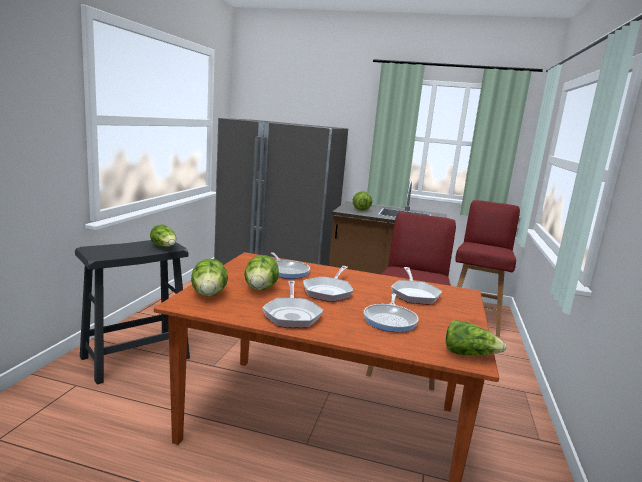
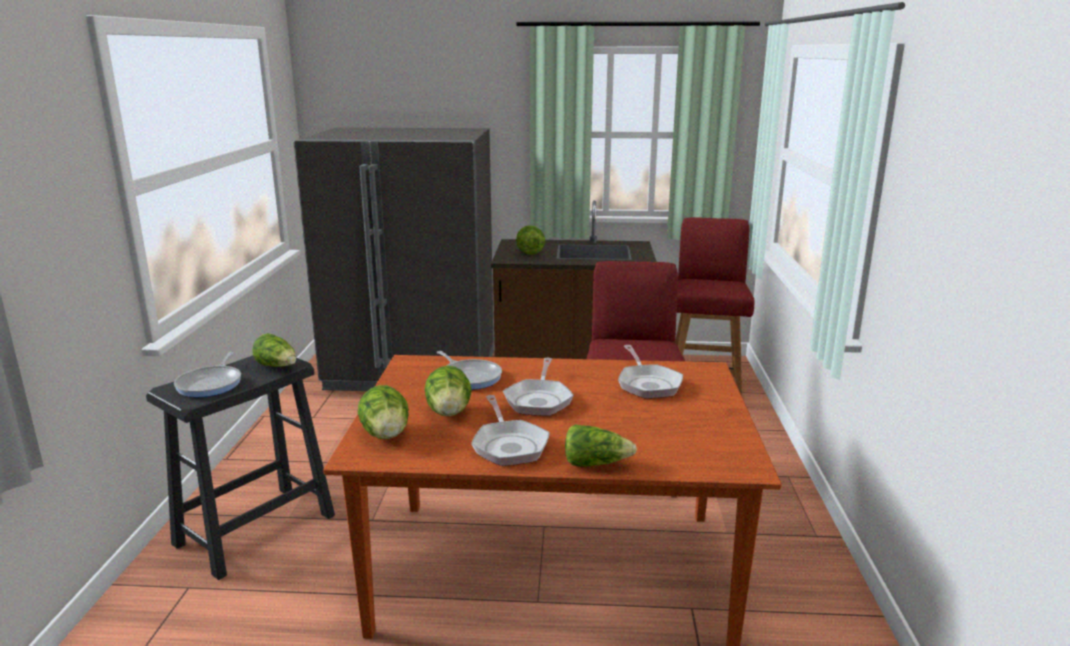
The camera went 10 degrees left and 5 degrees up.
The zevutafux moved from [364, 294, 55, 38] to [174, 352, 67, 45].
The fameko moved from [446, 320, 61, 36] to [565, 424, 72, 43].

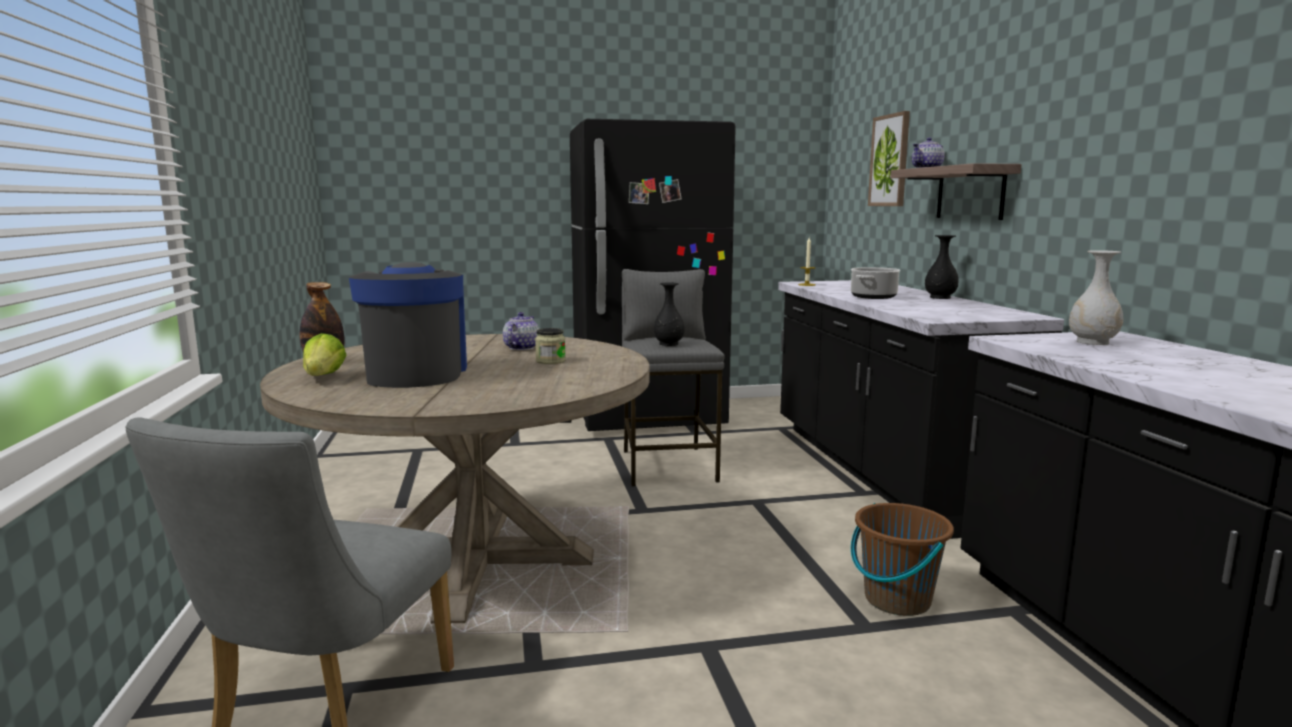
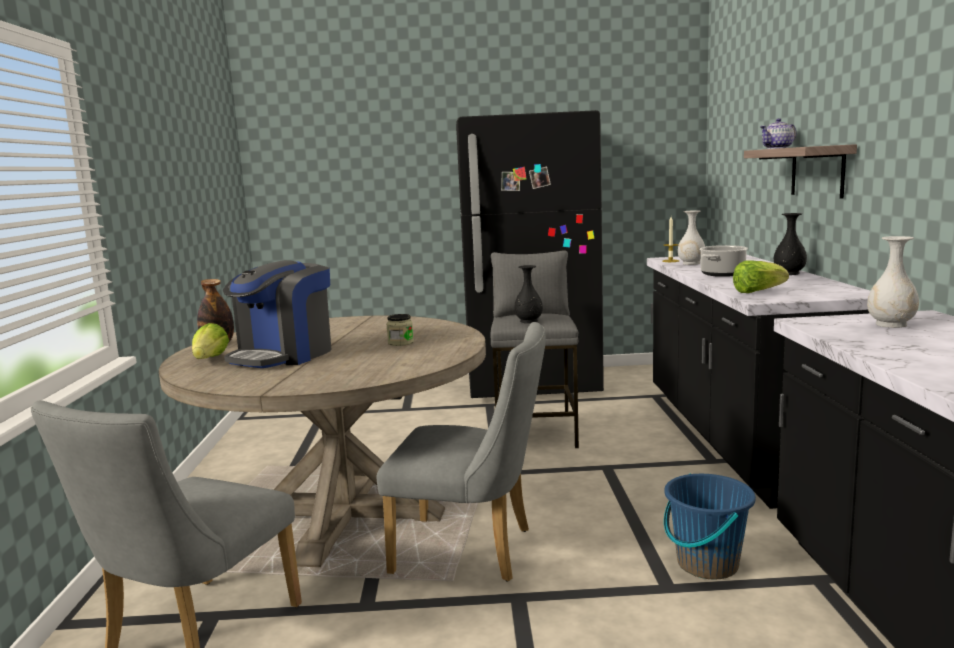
The camera went 10 degrees right and 0 degrees up.
The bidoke at [503, 312, 36, 38] disappeared.
The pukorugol at [868, 111, 42, 95] disappeared.
The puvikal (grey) at [377, 322, 169, 260] appeared.
The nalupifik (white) at [678, 210, 27, 55] appeared.
The fameko at [733, 260, 56, 33] appeared.
The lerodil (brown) at [851, 503, 103, 113] became the lerodil (blue) at [664, 473, 92, 107].
The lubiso at [349, 262, 118, 126] turned 150 degrees counterclockwise.

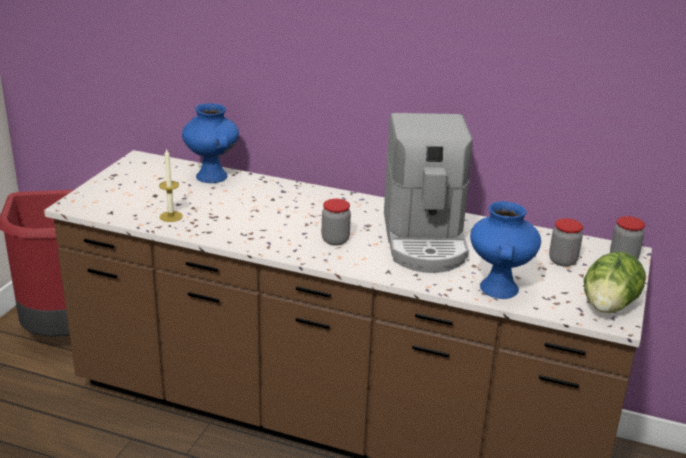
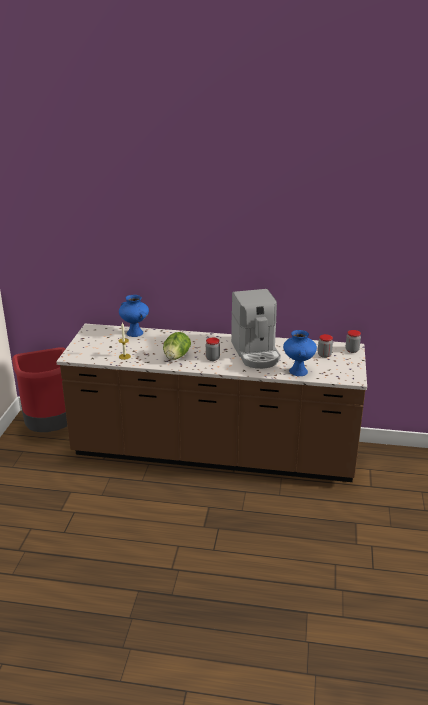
The camera went 10 degrees left and 0 degrees up.
The fameko moved from [584, 251, 62, 62] to [163, 332, 28, 28].

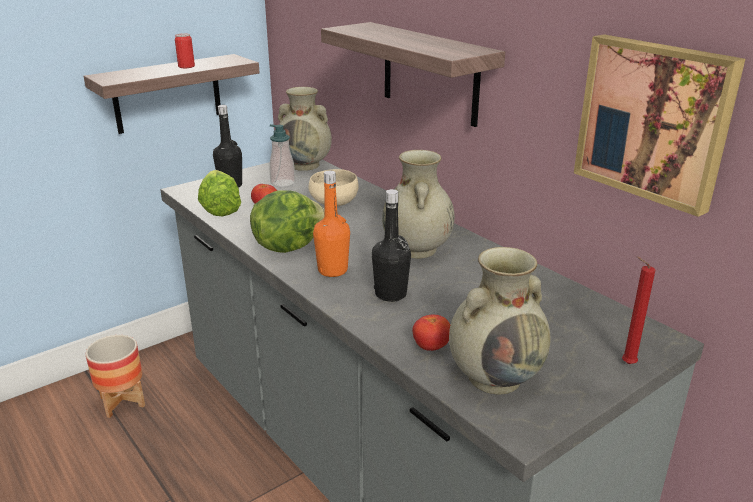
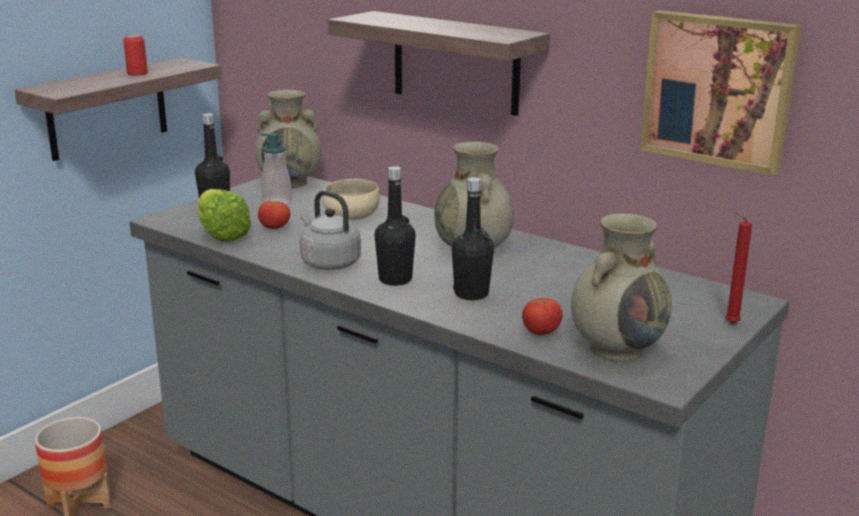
The camera went 15 degrees left and 5 degrees down.
The fameko at [250, 190, 75, 63] was replaced by the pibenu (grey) at [300, 191, 61, 79].
The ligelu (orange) at [313, 171, 37, 106] became the ligelu (black) at [375, 166, 41, 120].

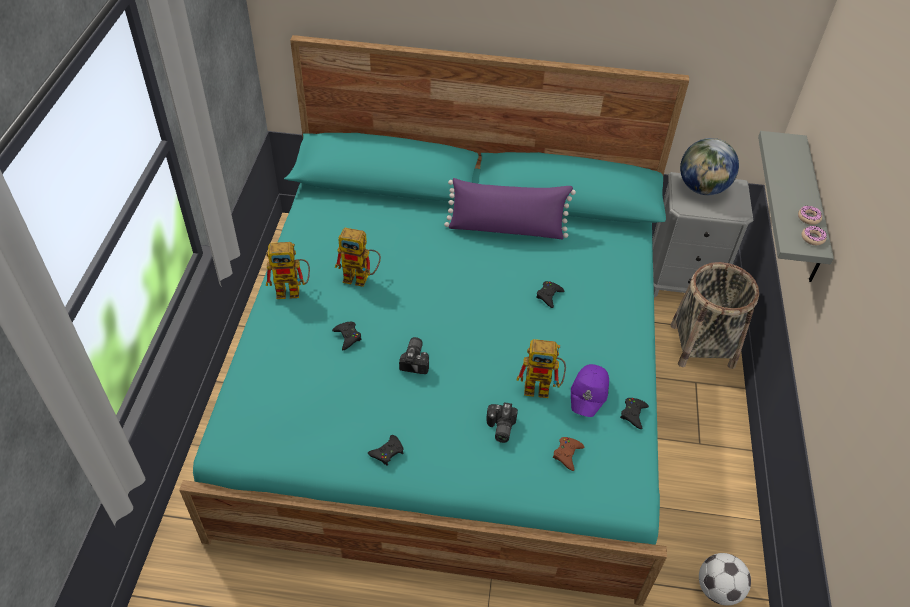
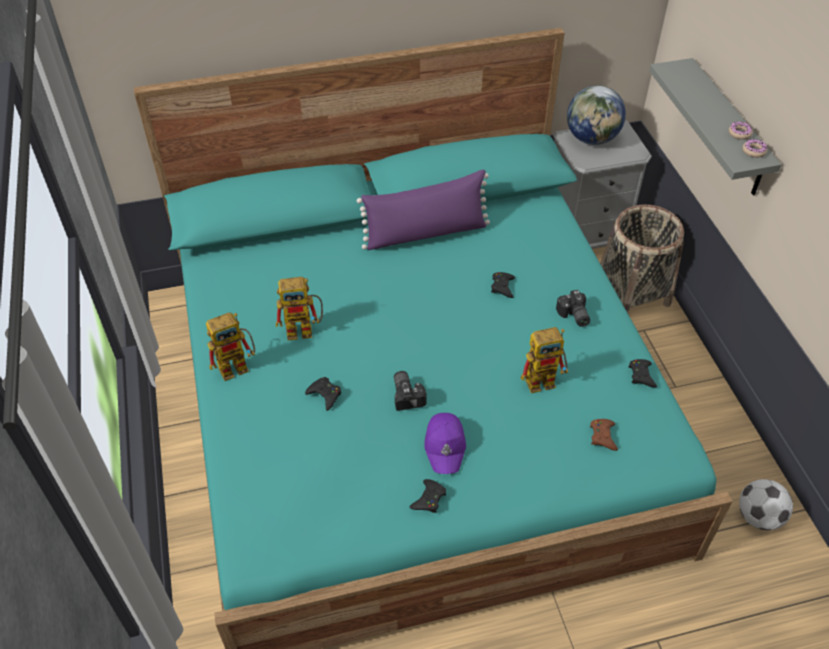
The camera went 20 degrees left and 0 degrees up.
The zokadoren moved from [486, 402, 32, 41] to [556, 290, 34, 37].
The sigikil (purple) moved from [571, 364, 38, 53] to [424, 413, 42, 61].

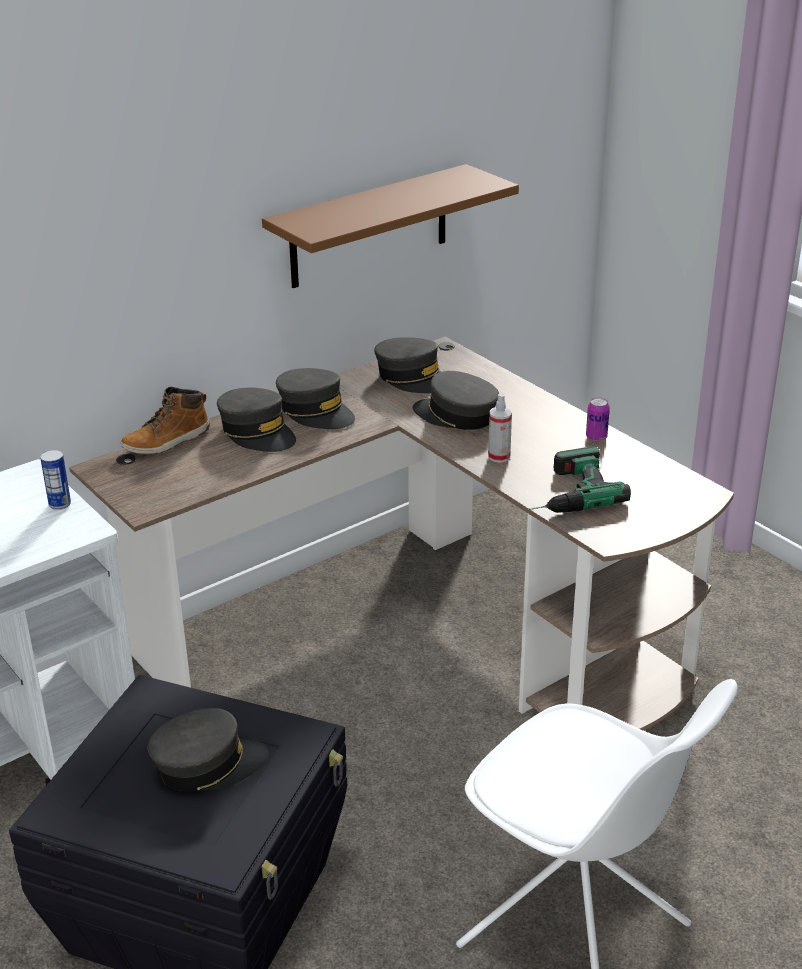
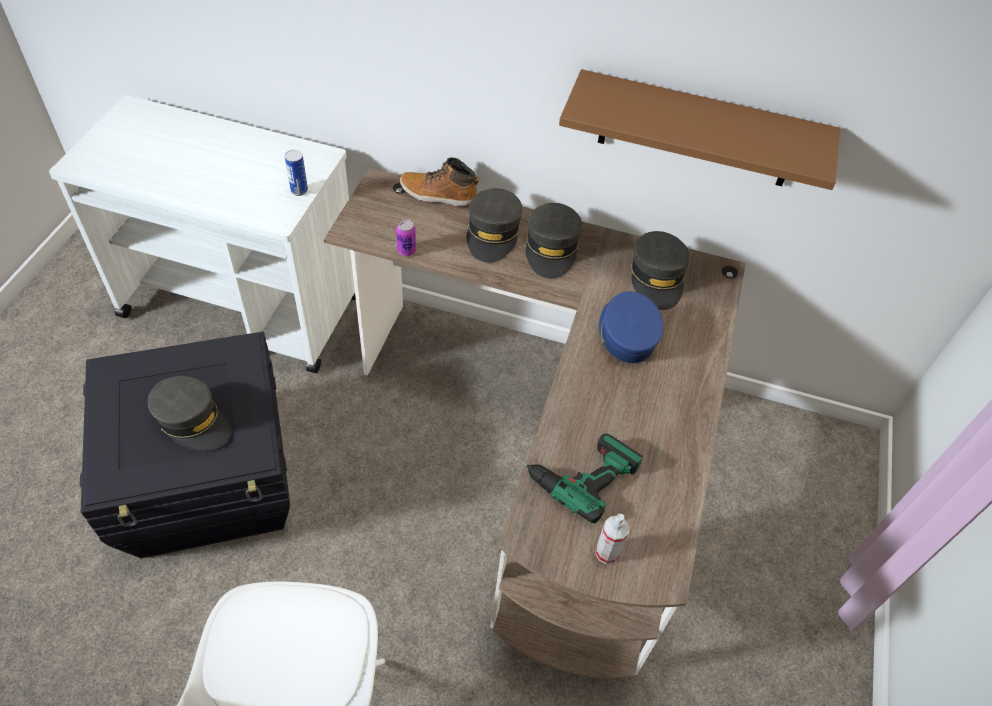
The camera went 50 degrees right and 20 degrees up.
The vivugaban moved from [488, 393, 24, 70] to [595, 514, 34, 50].
The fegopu moved from [586, 397, 24, 44] to [396, 219, 20, 37].
The sigikil (grey) at [413, 371, 86, 59] became the sigikil (blue) at [599, 291, 65, 72].

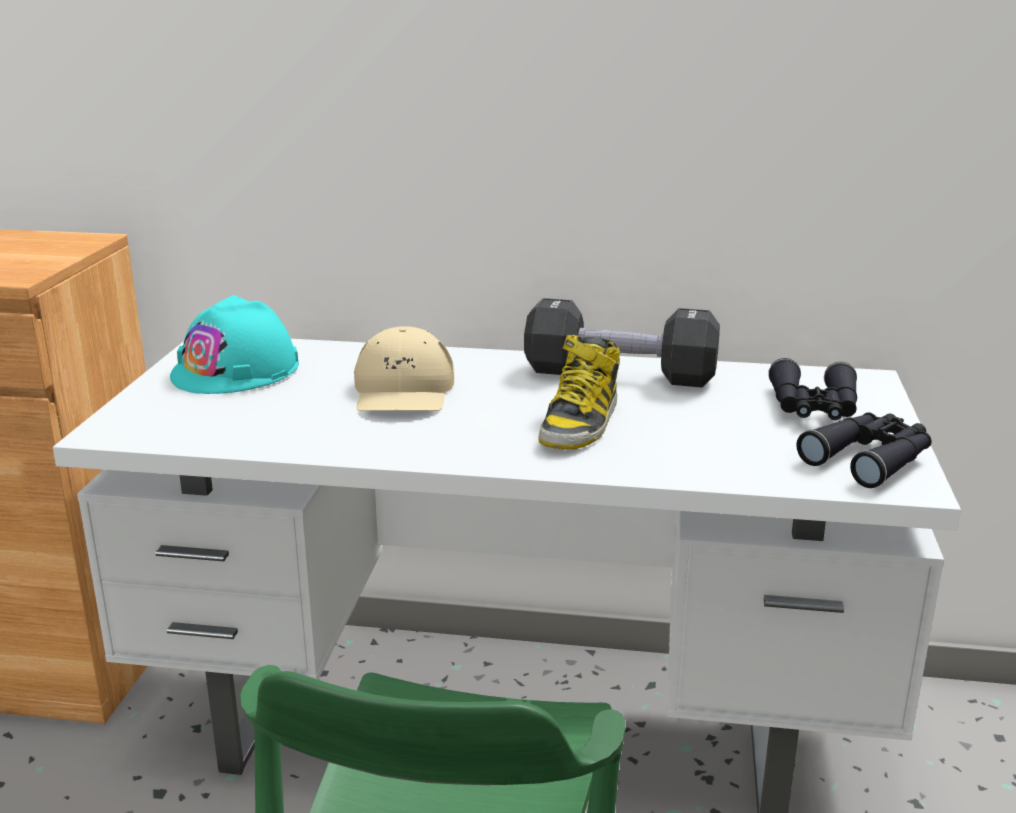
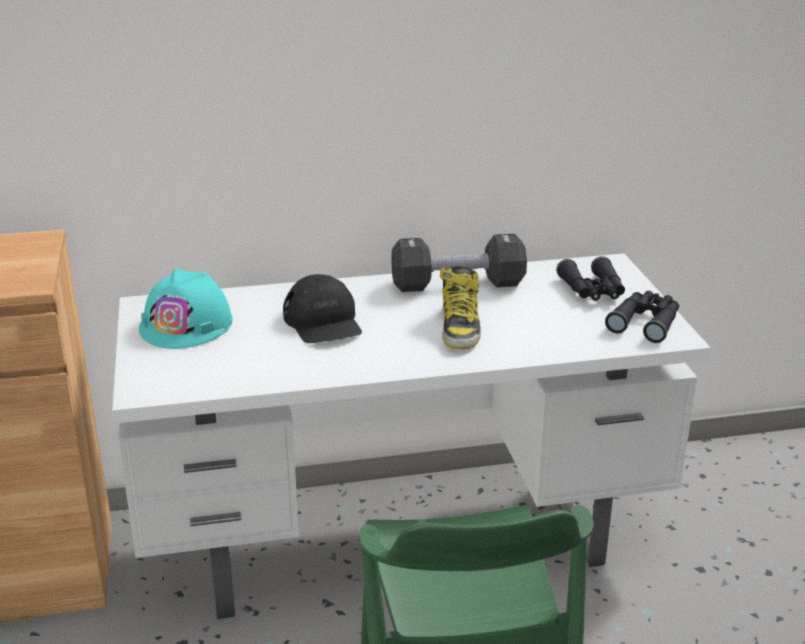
The camera went 20 degrees left and 5 degrees up.
The sigikil (beige) at [354, 326, 100, 85] became the sigikil (black) at [283, 274, 79, 69].

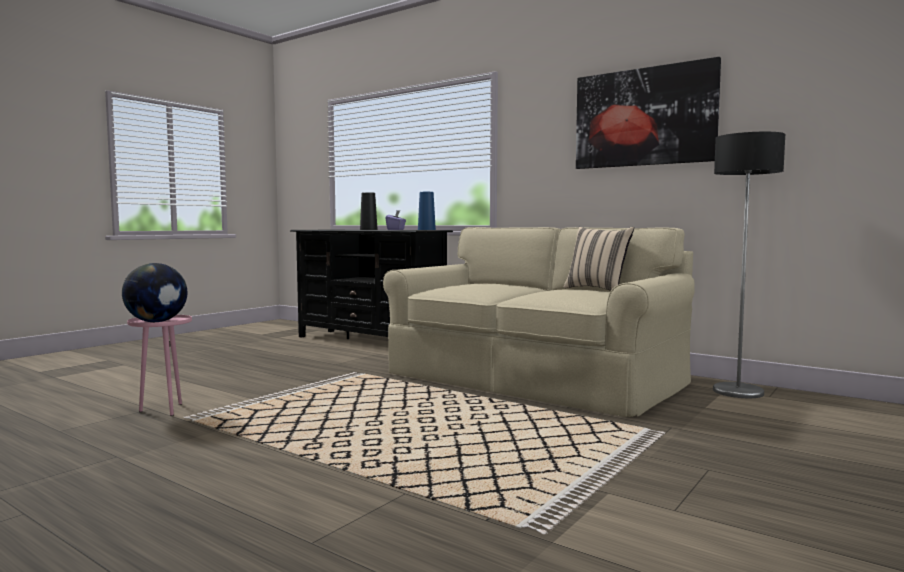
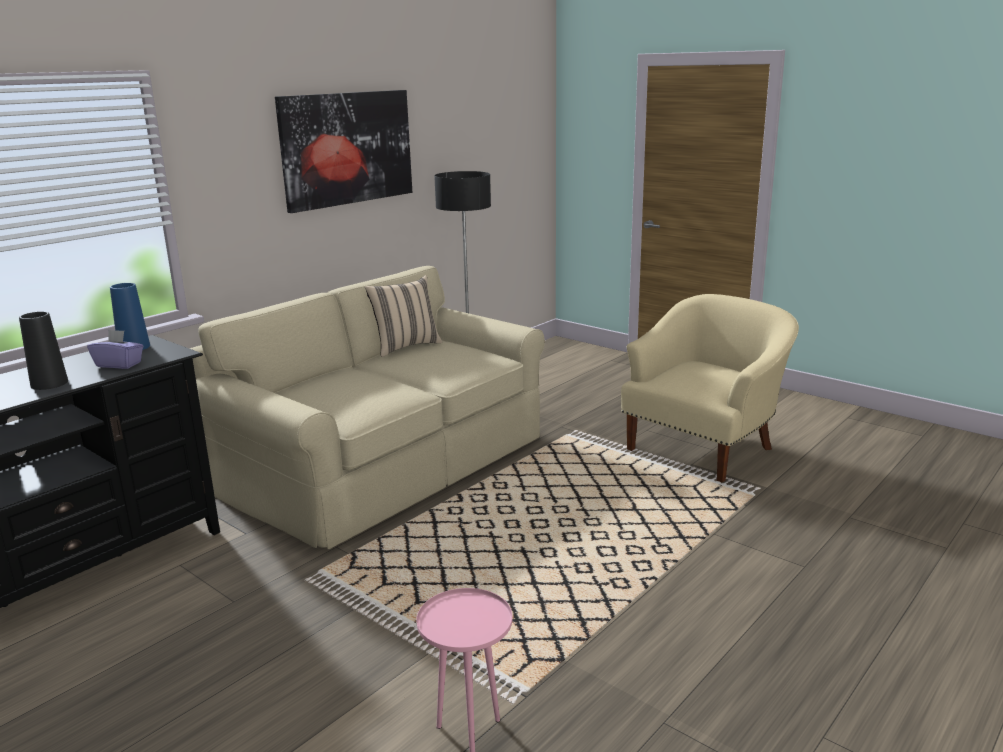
The camera went 85 degrees left and 15 degrees up.
The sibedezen at [122, 263, 65, 59] disappeared.
The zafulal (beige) at [621, 294, 178, 188] appeared.

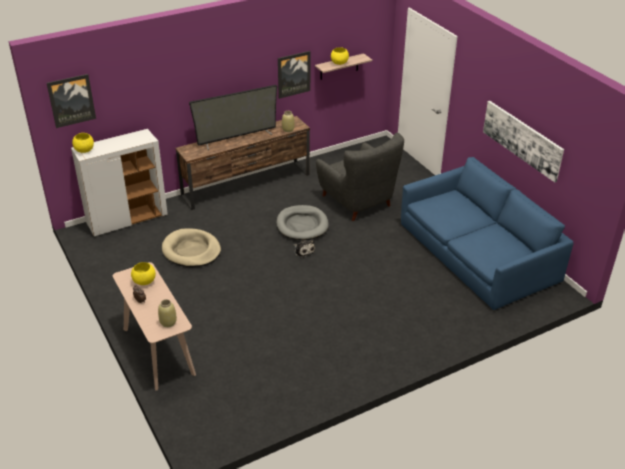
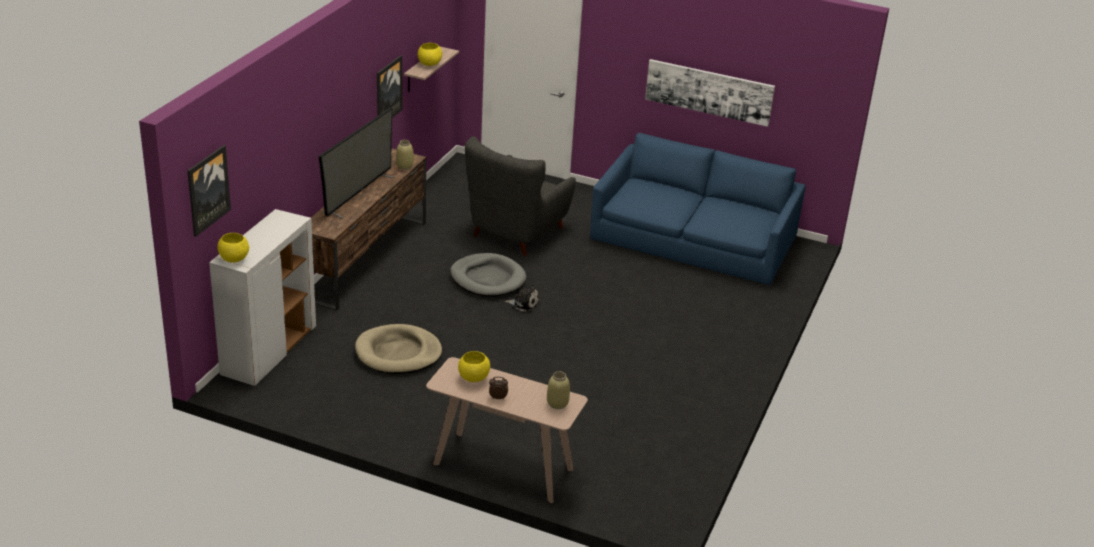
The camera went 40 degrees left and 5 degrees down.
The zafulal (grey) at [316, 133, 88, 88] turned 105 degrees clockwise.

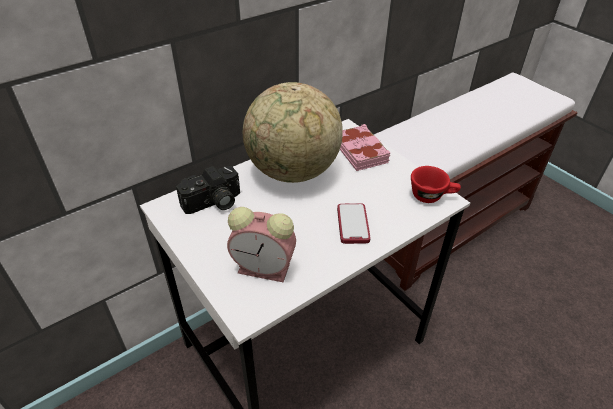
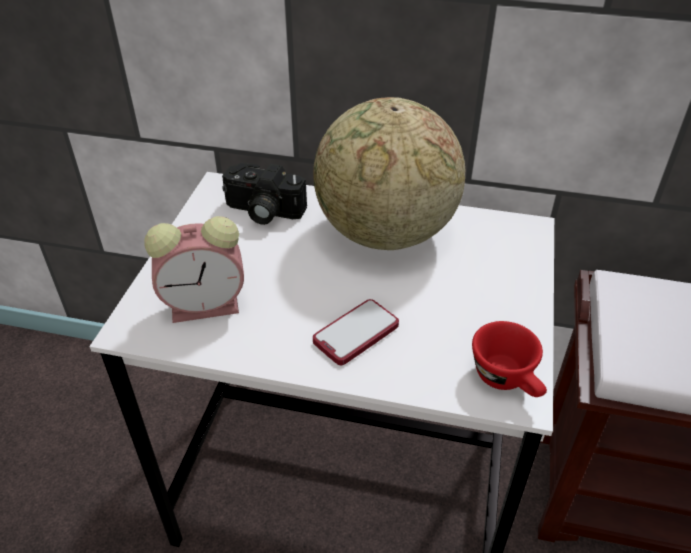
The camera went 50 degrees right and 0 degrees up.
The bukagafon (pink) at [340, 124, 50, 47] disappeared.
The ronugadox at [227, 207, 69, 75] turned 75 degrees counterclockwise.

